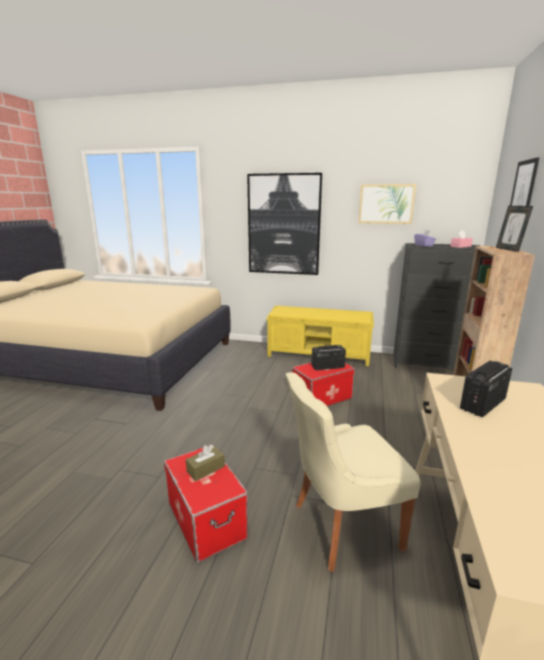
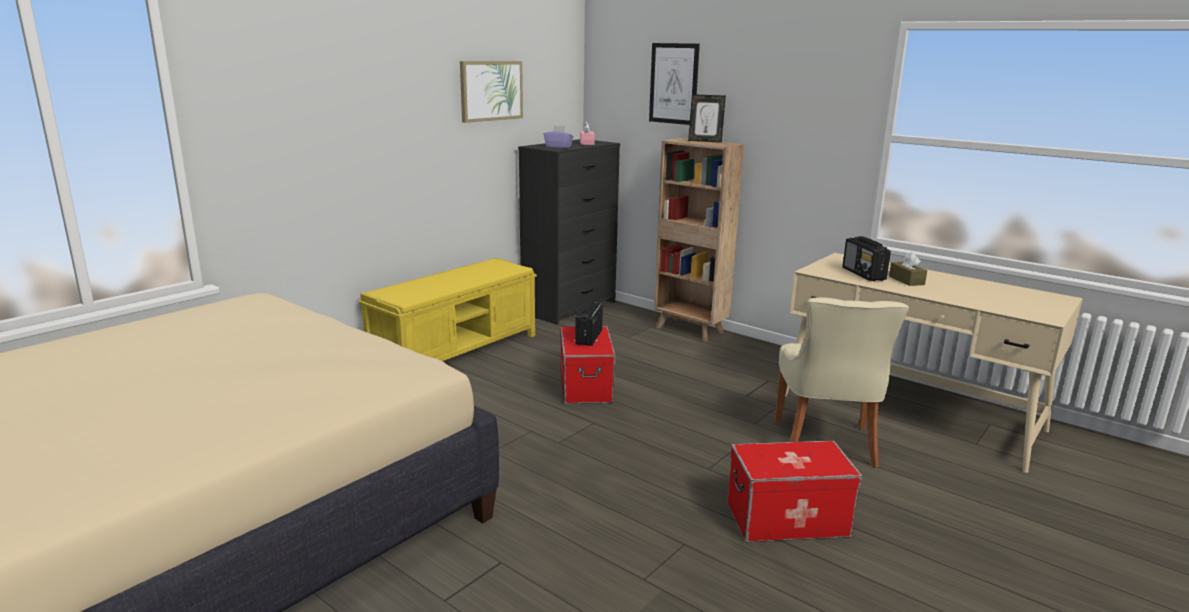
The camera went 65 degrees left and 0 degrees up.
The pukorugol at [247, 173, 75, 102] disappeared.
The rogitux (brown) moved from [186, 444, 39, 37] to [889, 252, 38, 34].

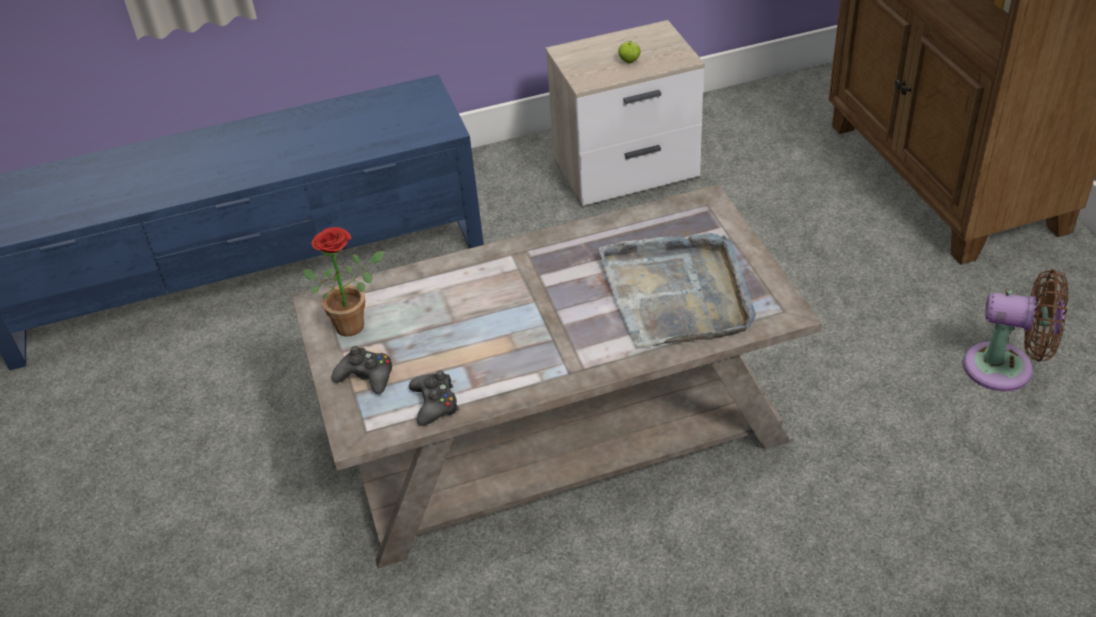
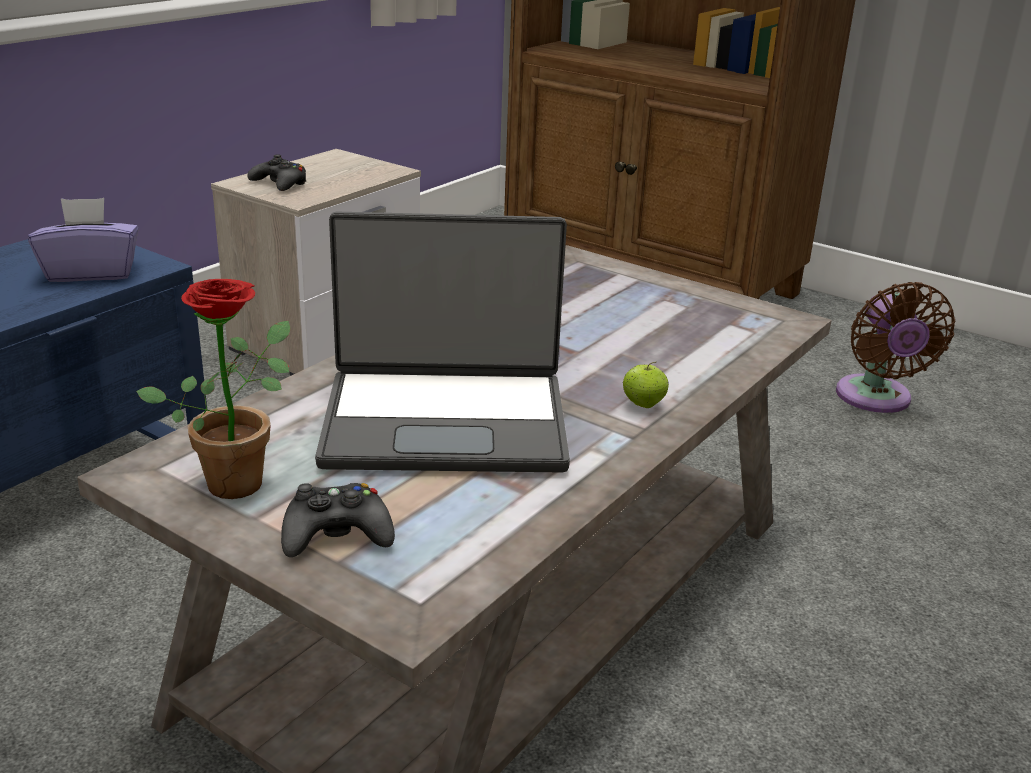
The camera went 40 degrees left and 15 degrees down.
The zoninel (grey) at [599, 233, 157, 114] disappeared.
The rogitux (purple) at [28, 198, 111, 84] appeared.
The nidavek at [315, 211, 255, 261] appeared.
The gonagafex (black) moved from [409, 370, 50, 56] to [248, 154, 58, 37].
The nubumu moved from [618, 41, 23, 22] to [623, 362, 46, 46].
The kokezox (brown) at [963, 270, 105, 121] turned 105 degrees clockwise.

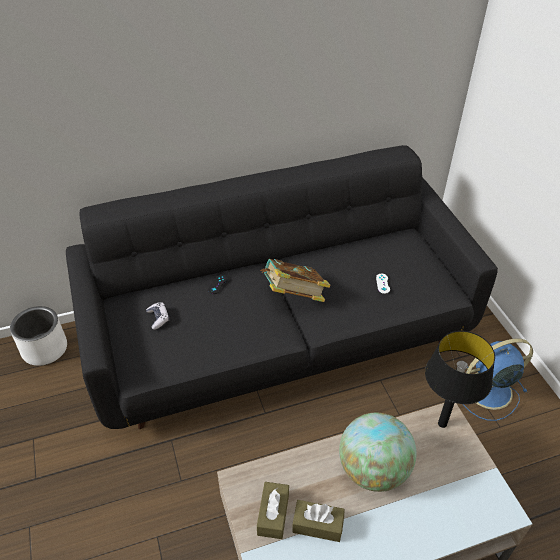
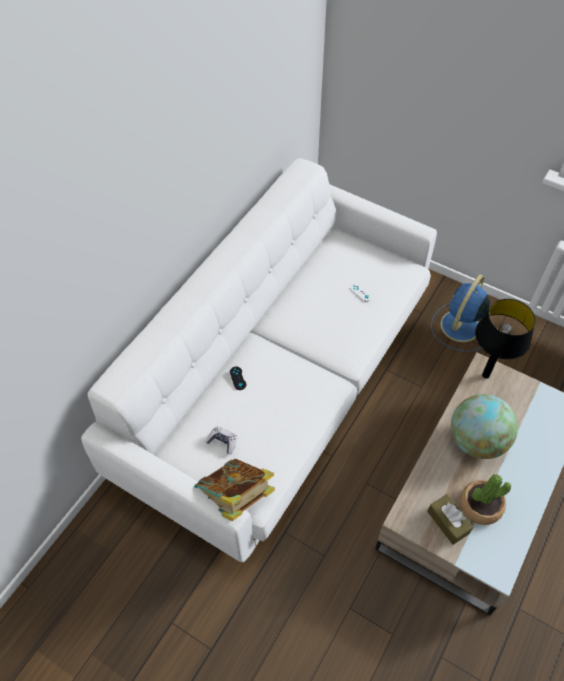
The camera went 40 degrees left and 10 degrees up.
The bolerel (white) at [10, 306, 57, 60] disappeared.
The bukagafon moved from [260, 259, 70, 43] to [194, 459, 81, 62].
The rogitux (brown) at [292, 500, 53, 42] was replaced by the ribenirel at [460, 474, 51, 51].
The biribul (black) at [66, 145, 432, 284] became the biribul (white) at [81, 158, 356, 404].

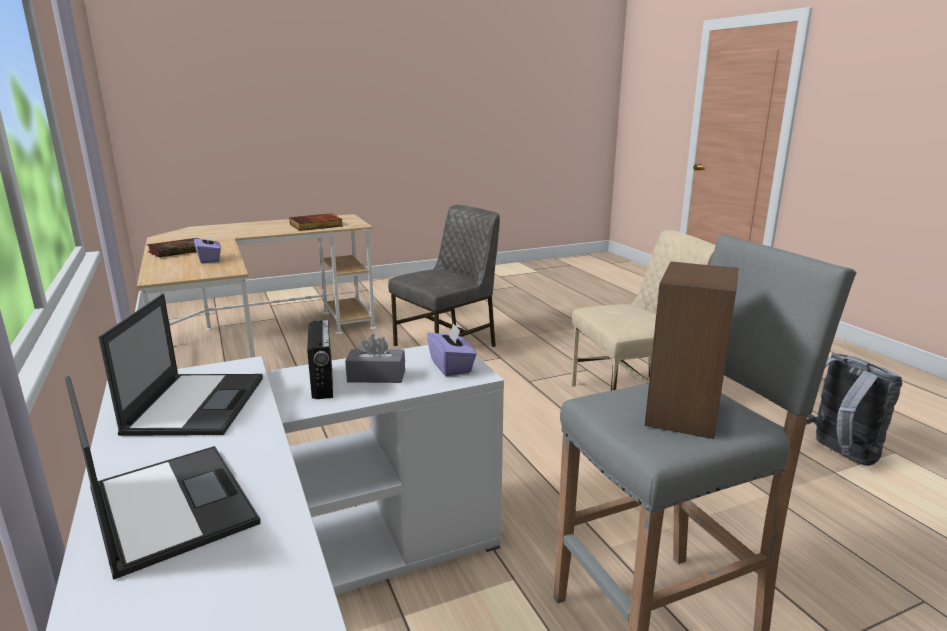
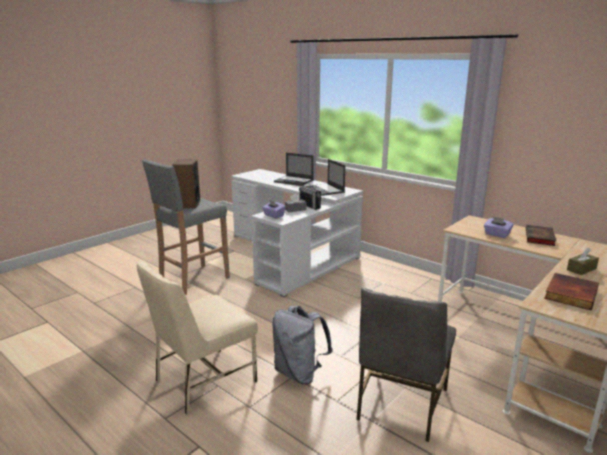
The camera went 155 degrees right and 0 degrees up.
The rogitux (brown) at [567, 248, 32, 27] appeared.
The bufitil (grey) moved from [806, 353, 97, 113] to [272, 306, 61, 78].

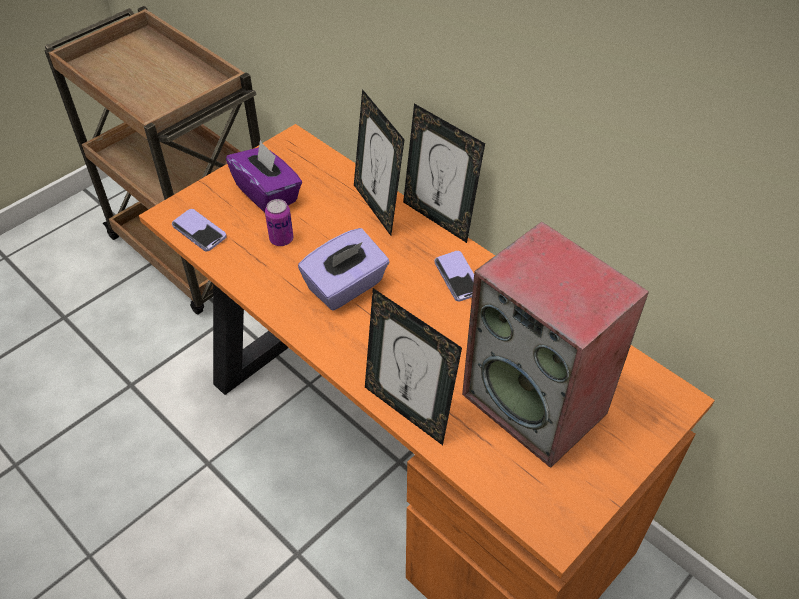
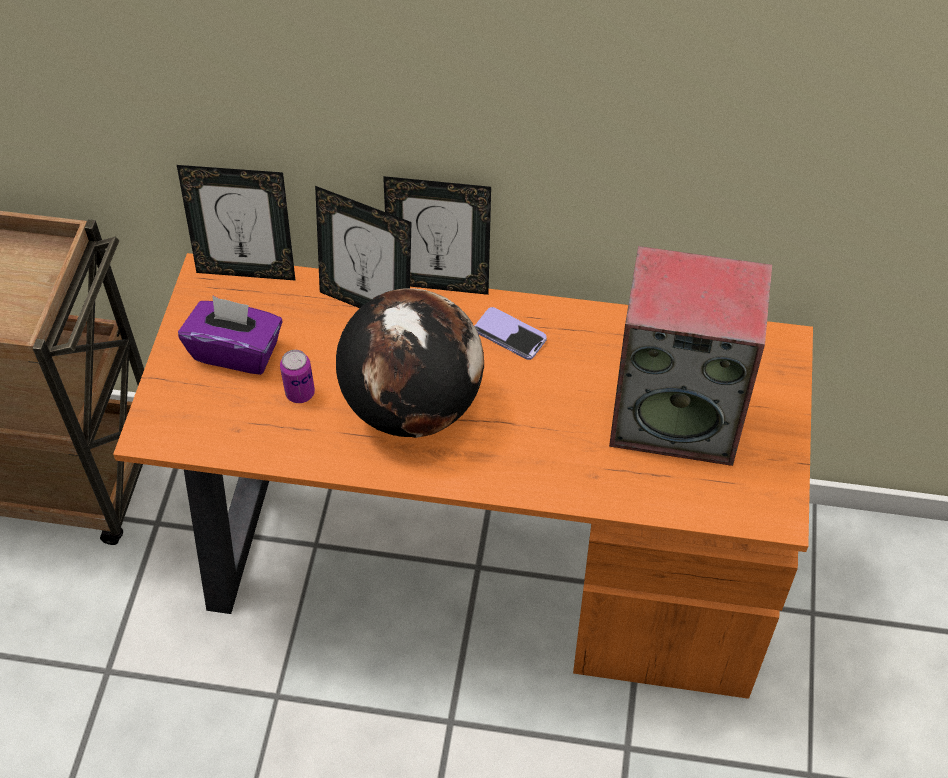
The camera went 35 degrees left and 5 degrees up.
The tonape at [172, 209, 55, 42] disappeared.
The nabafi moved from [365, 288, 97, 157] to [177, 165, 119, 116].
The rogitux (purple) at [298, 228, 91, 82] was replaced by the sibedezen at [336, 288, 148, 150].

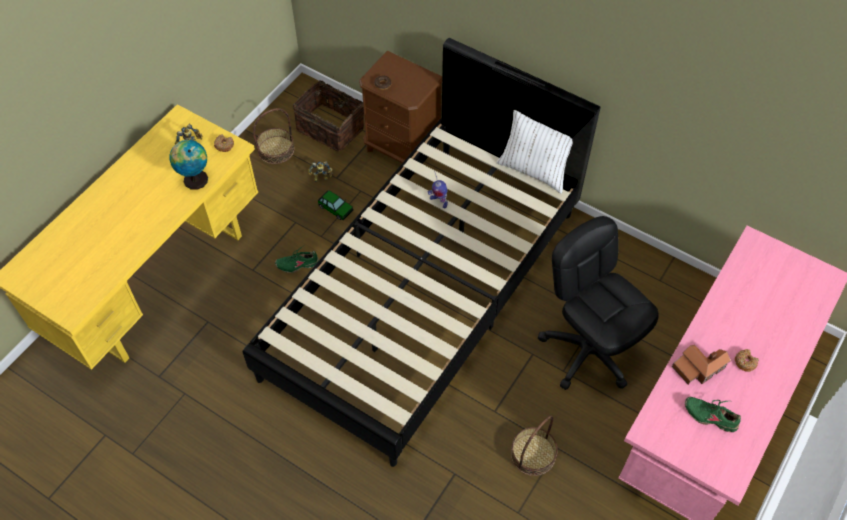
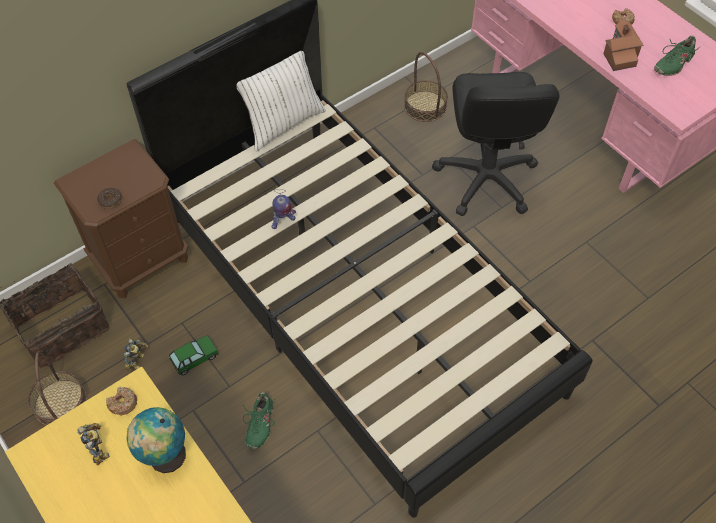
The camera went 70 degrees left and 0 degrees up.
The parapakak moved from [511, 415, 47, 61] to [404, 52, 44, 70].
The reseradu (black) at [538, 216, 121, 174] turned 75 degrees counterclockwise.

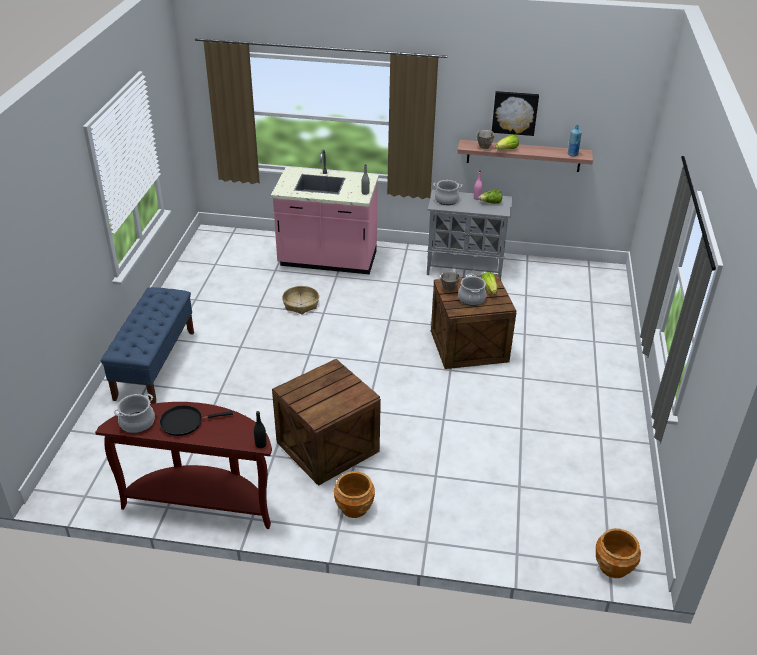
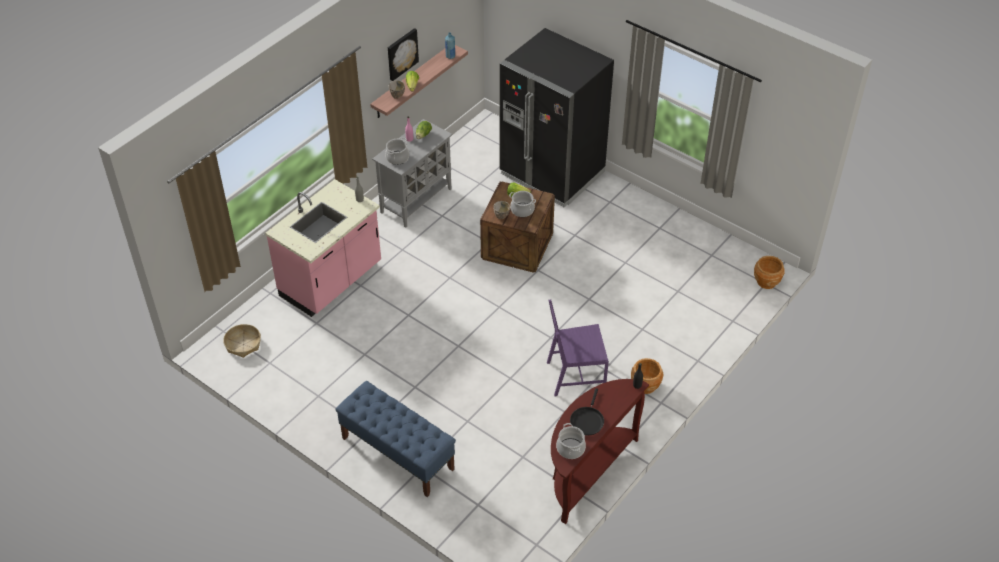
The camera went 60 degrees left and 10 degrees up.
The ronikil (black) at [499, 28, 115, 179] appeared.
The parapakak moved from [282, 286, 37, 28] to [223, 324, 38, 34].
The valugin at [272, 359, 109, 127] was replaced by the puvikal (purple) at [547, 299, 62, 97].

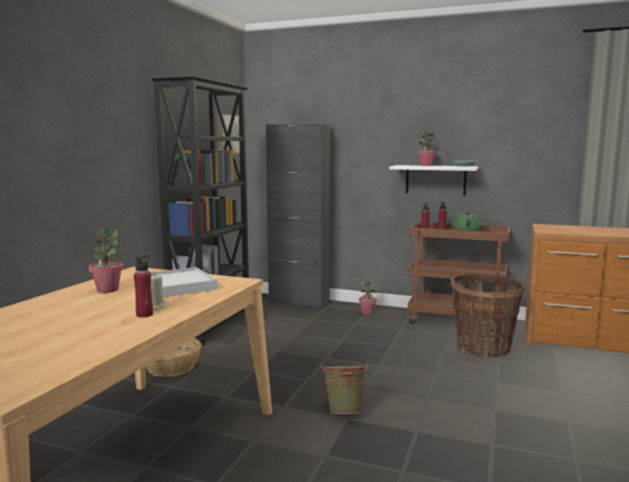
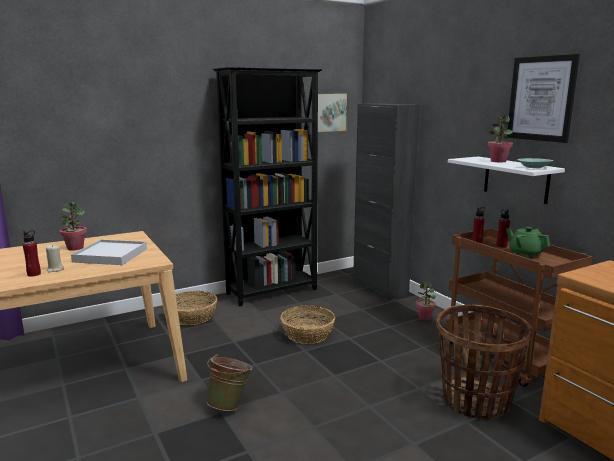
The camera went 40 degrees right and 5 degrees up.
The parapakak at [280, 305, 55, 39] appeared.
The pukorugol at [507, 54, 73, 89] appeared.

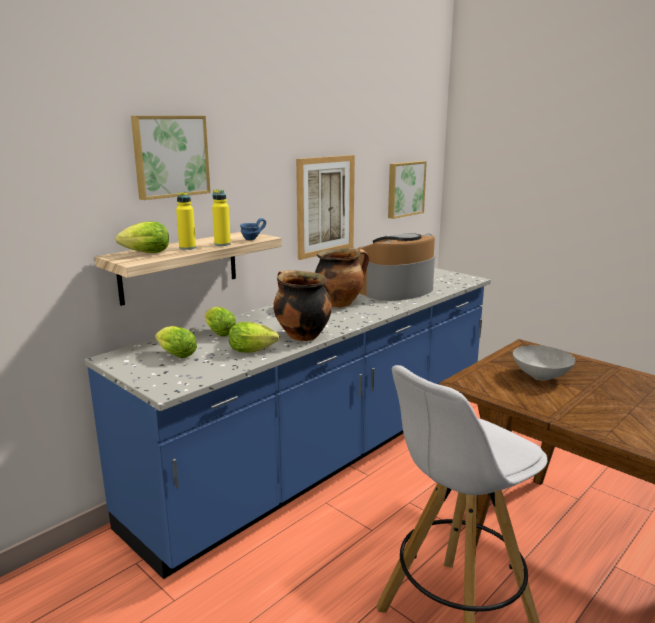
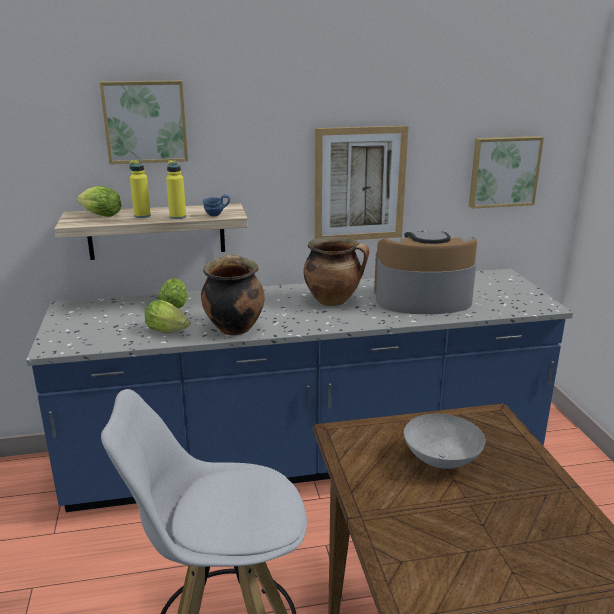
The camera went 35 degrees right and 5 degrees up.
The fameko at [155, 326, 42, 32] disappeared.

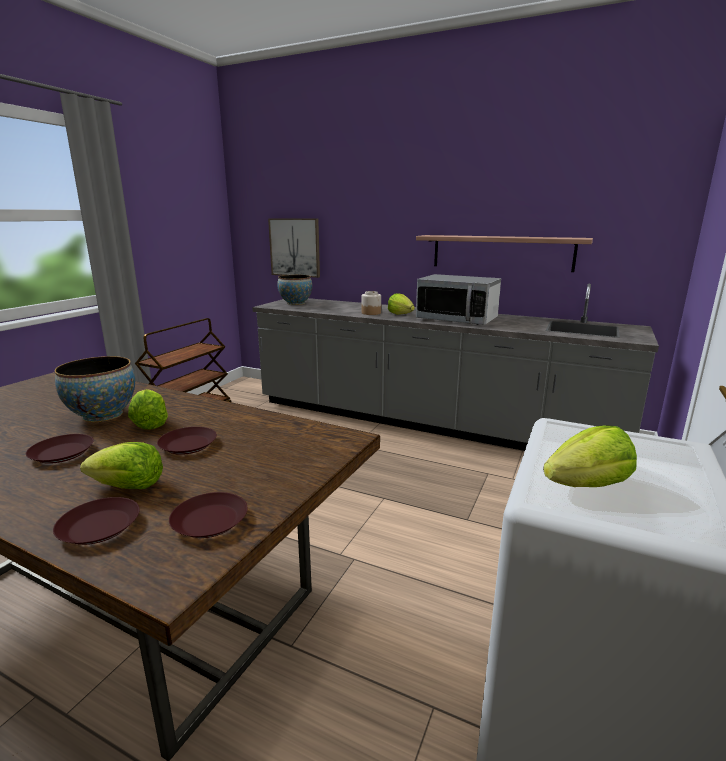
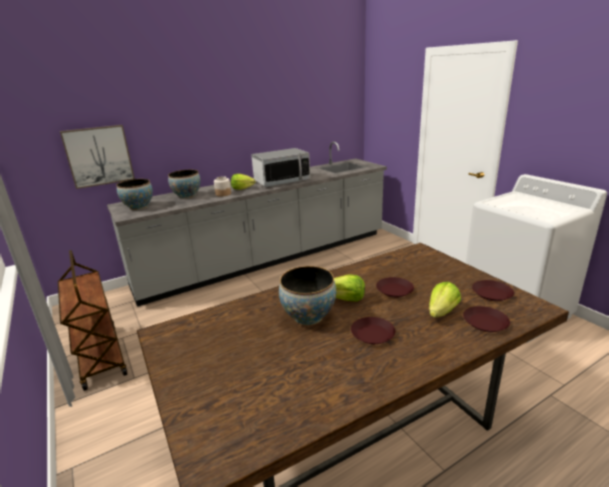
The camera went 55 degrees left and 5 degrees up.
The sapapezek at [416, 235, 177, 37] disappeared.
The fameko at [543, 426, 94, 61] disappeared.
The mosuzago at [168, 170, 33, 29] appeared.

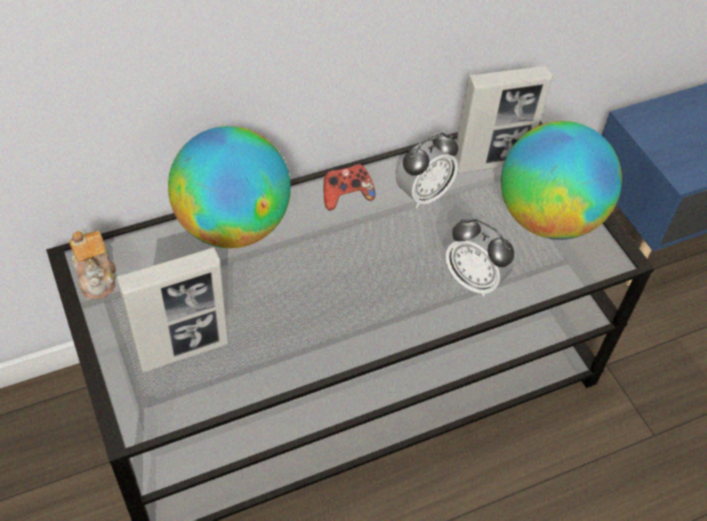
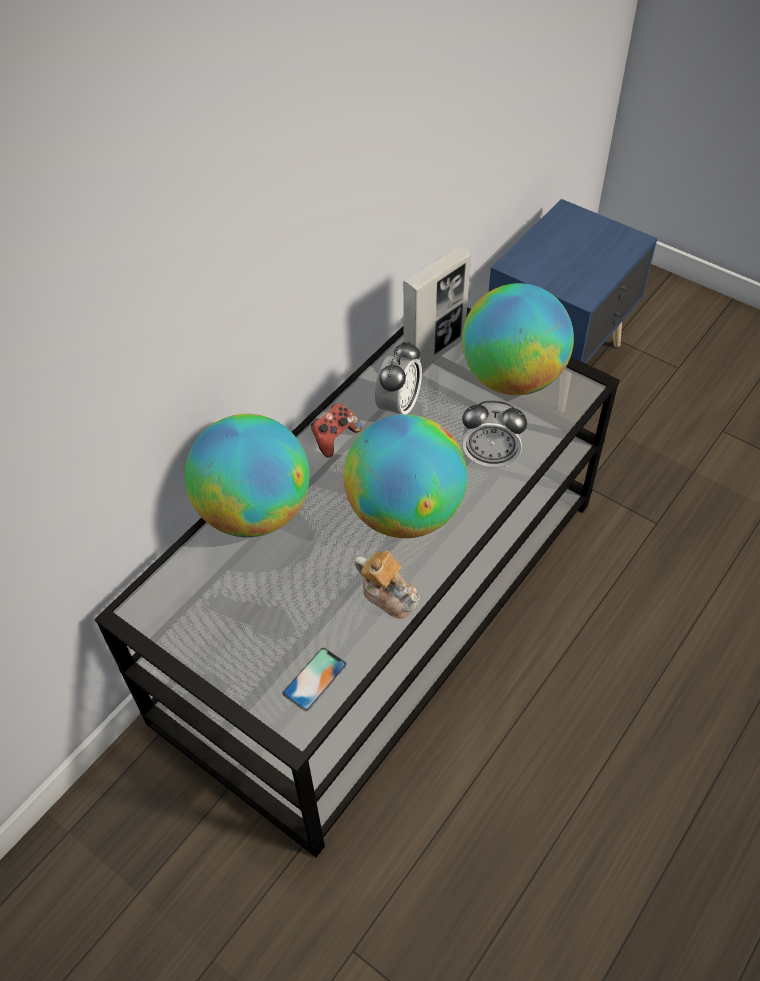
The camera went 25 degrees left and 0 degrees up.
The nabafi at [116, 247, 112, 125] disappeared.
The tonape at [282, 648, 65, 63] appeared.
The sibedezen at [343, 414, 124, 124] appeared.
The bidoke moved from [69, 228, 47, 72] to [354, 551, 66, 68].

